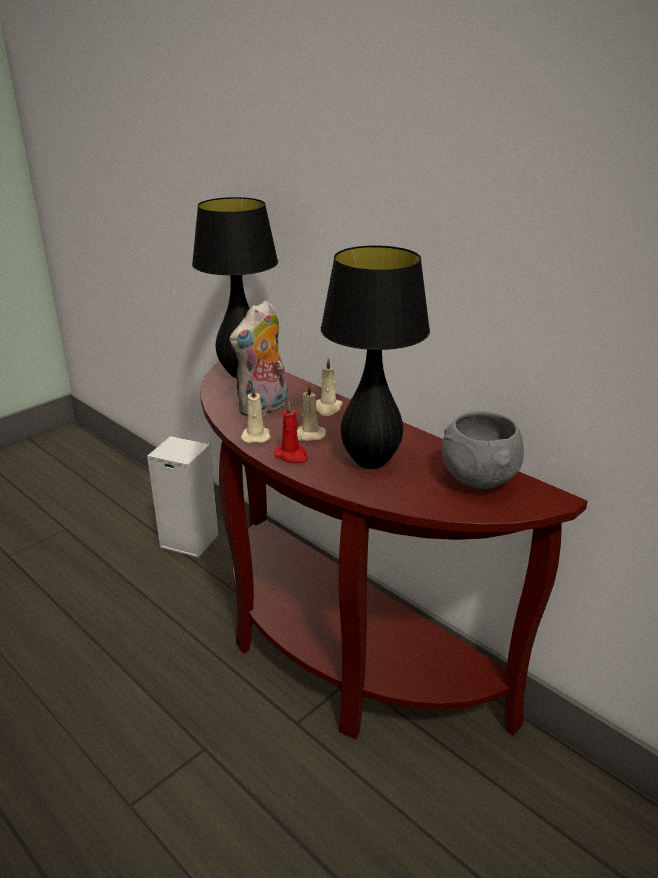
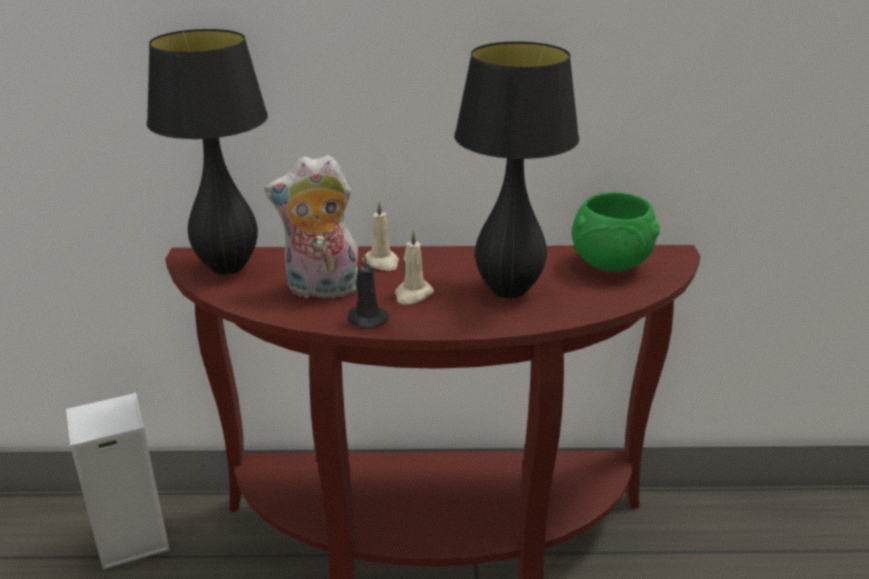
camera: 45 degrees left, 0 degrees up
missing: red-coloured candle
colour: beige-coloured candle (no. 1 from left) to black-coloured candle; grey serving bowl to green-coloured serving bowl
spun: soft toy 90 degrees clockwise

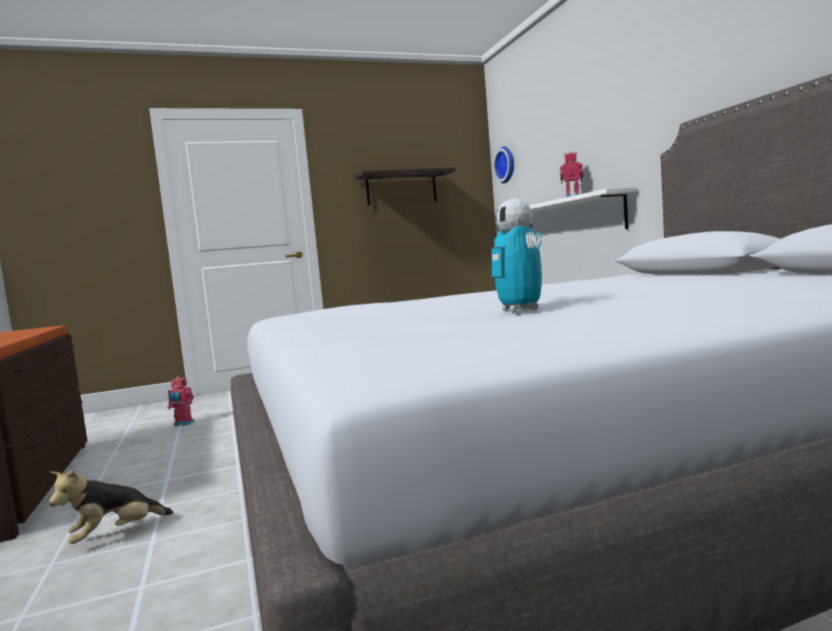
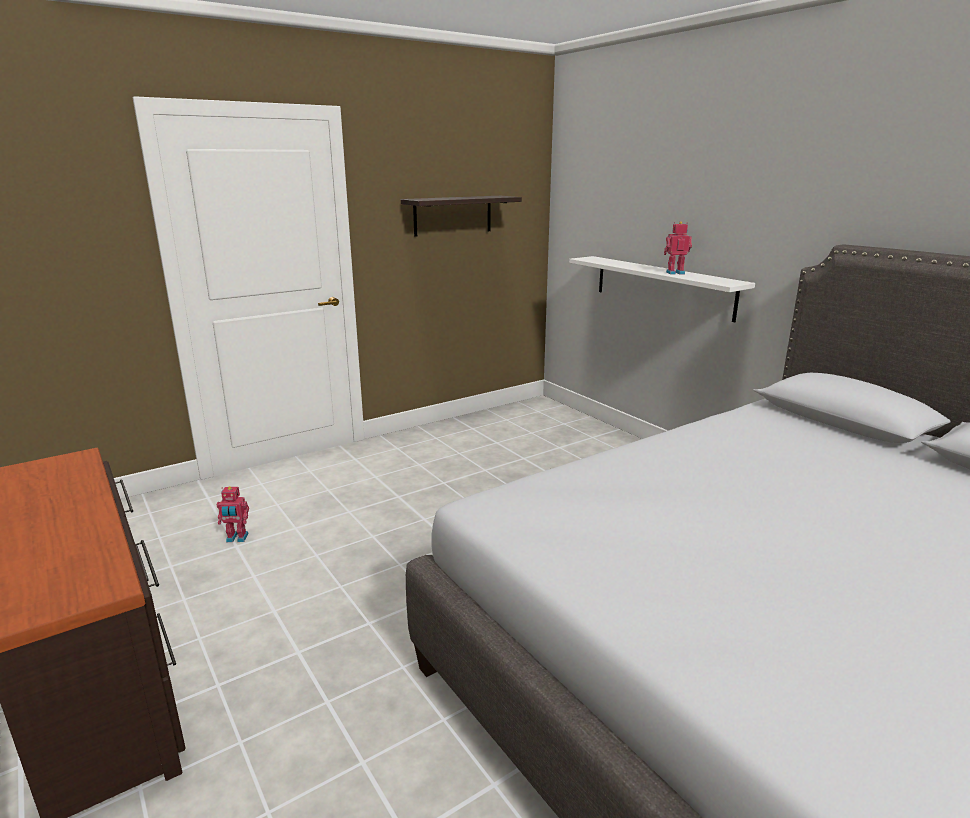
camera: 15 degrees left, 15 degrees up
missing: clock on the wall; toy robot (no. 2 from left); soft toy

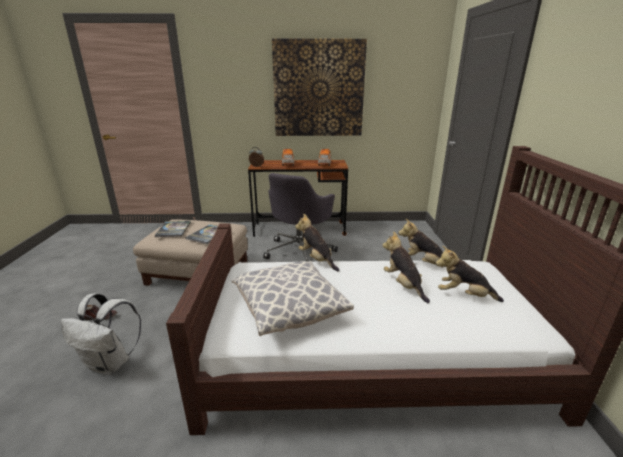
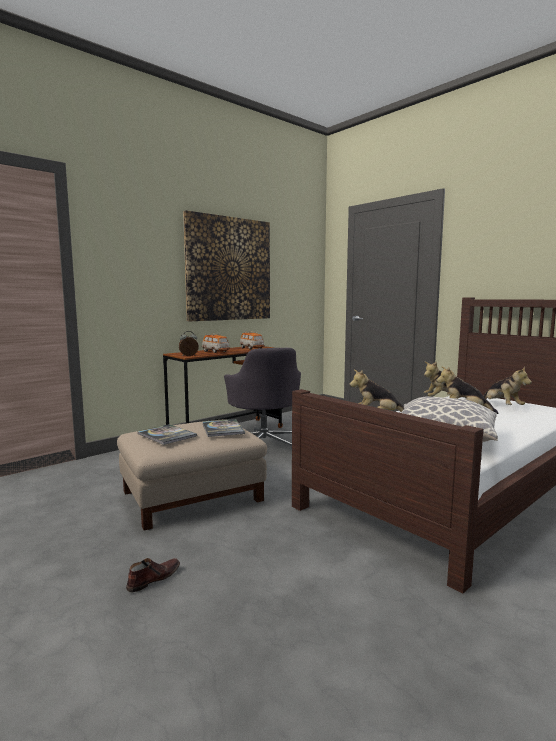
camera: 40 degrees left, 15 degrees down
missing: white rucksack
spun: soft toy (no. 4 from left) 90 degrees counterclockwise

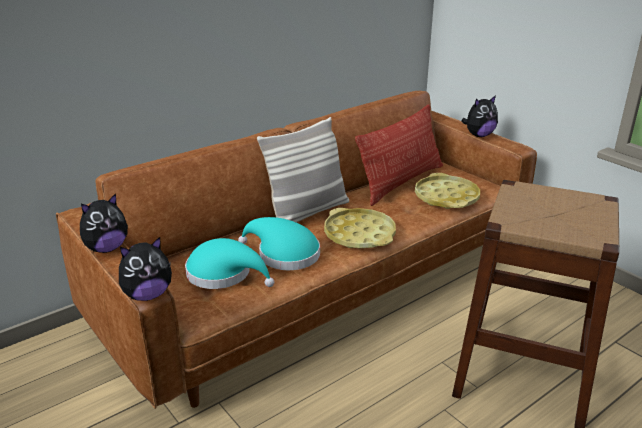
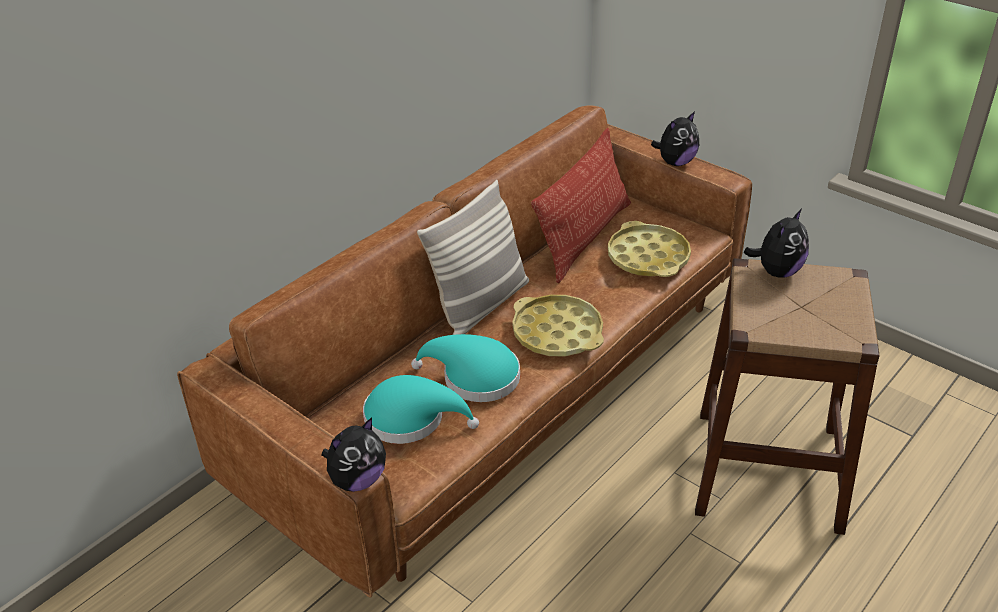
camera: 10 degrees left, 10 degrees up
relocated: soft toy (no. 1 from left in the first image) to soft toy (no. 3 from left)

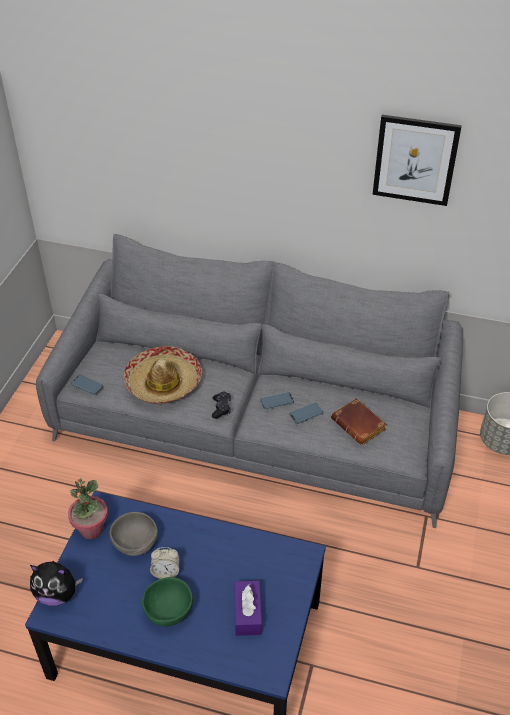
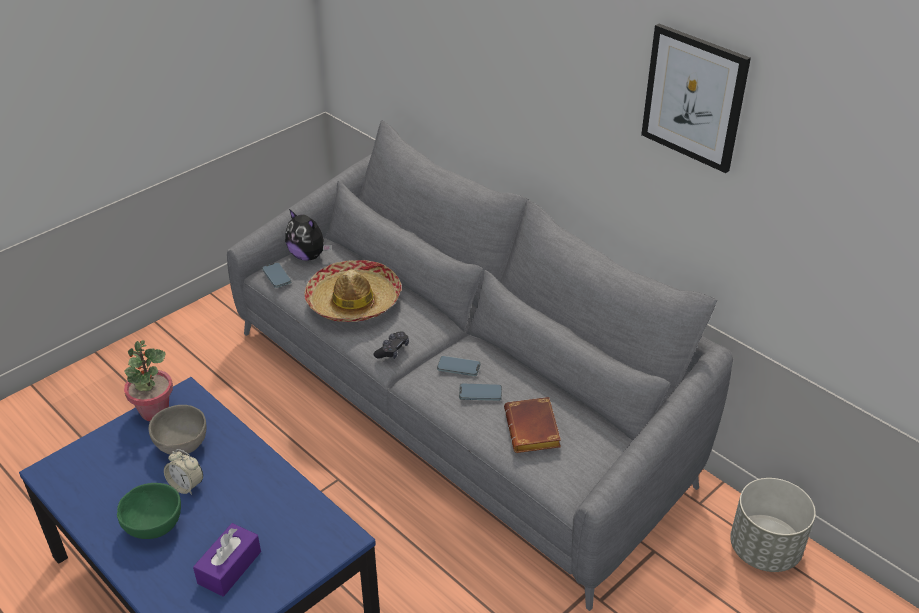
camera: 30 degrees right, 5 degrees down
relocated: soft toy

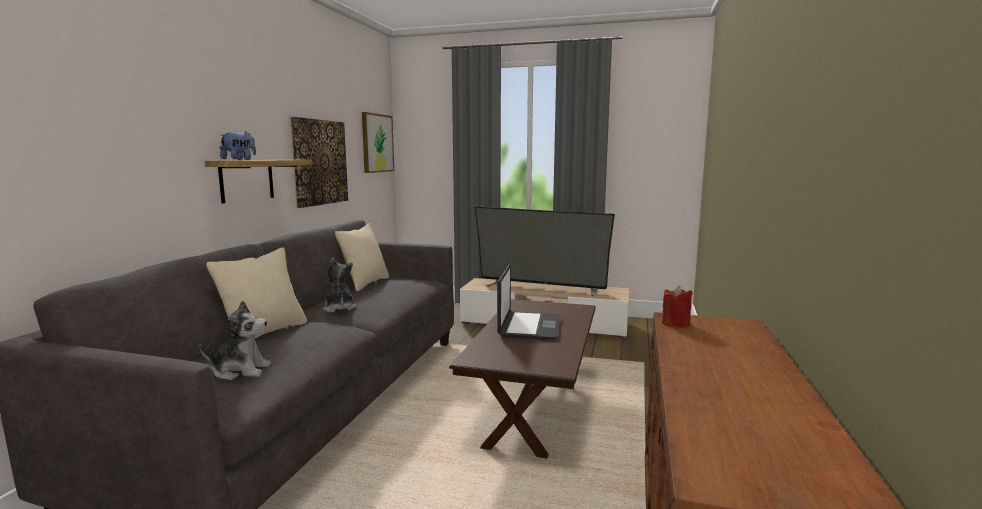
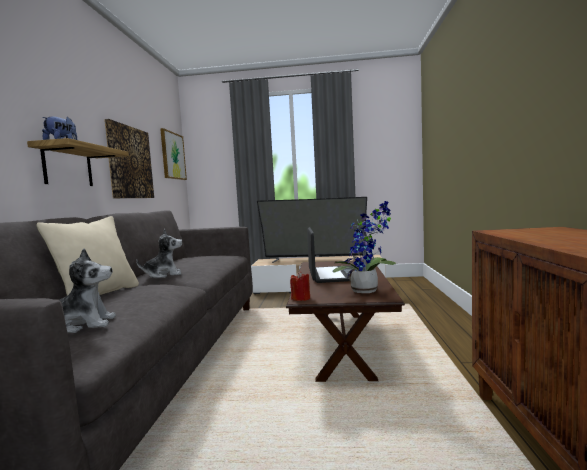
camera: 10 degrees left, 5 degrees down
missing: beige-coloured cushion (no. 2 from left)
appeared: plant in a pot
relocated: red-coloured candle
spun: soft toy (no. 3 from left) 105 degrees clockwise

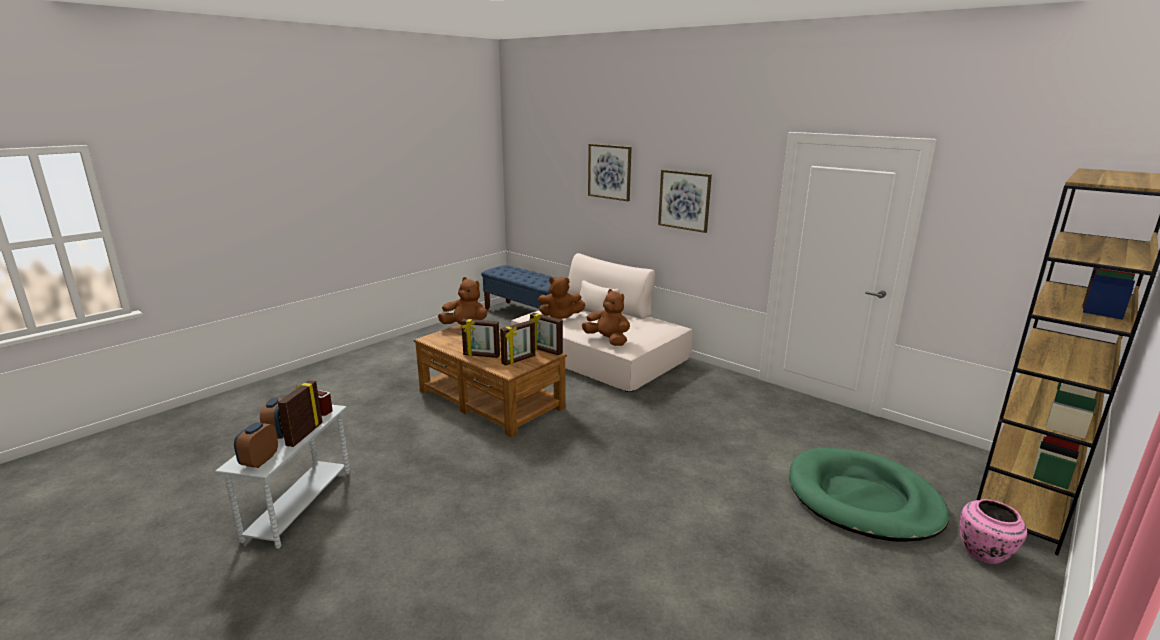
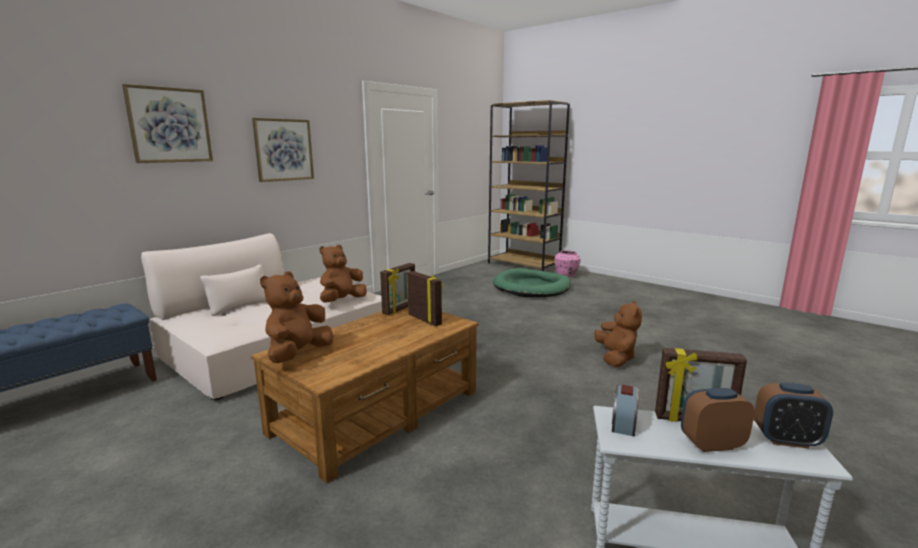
camera: 90 degrees left, 5 degrees down
missing: standing frame (no. 2 from left)
relocated: brown-coloured soft toy (no. 2 from left in the first image) to brown-coloured soft toy (no. 3 from left)

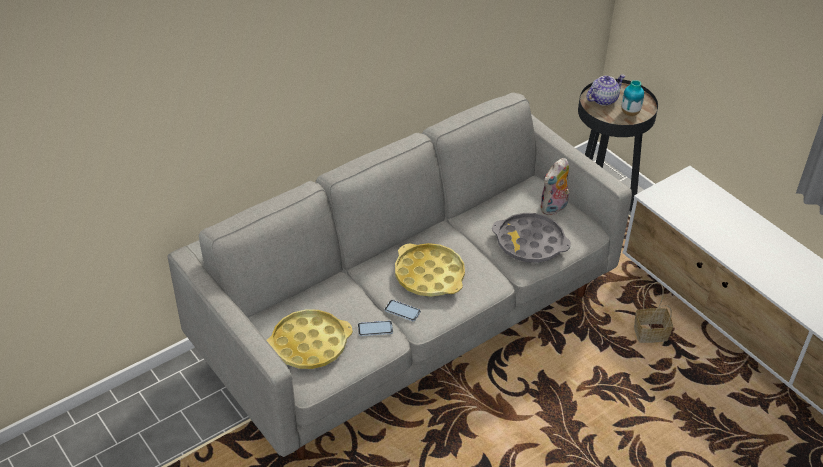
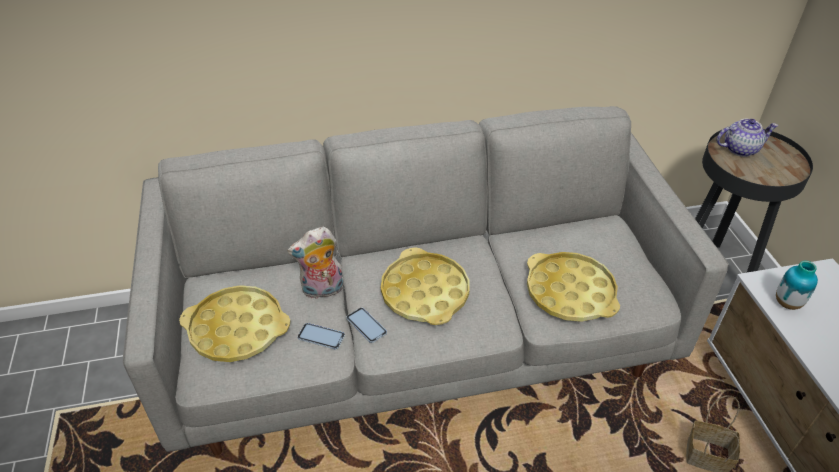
camera: 25 degrees right, 0 degrees up
relocated: flower vase; soft toy
colour: grey tray to yellow-coloured tray (no. 3 from left)

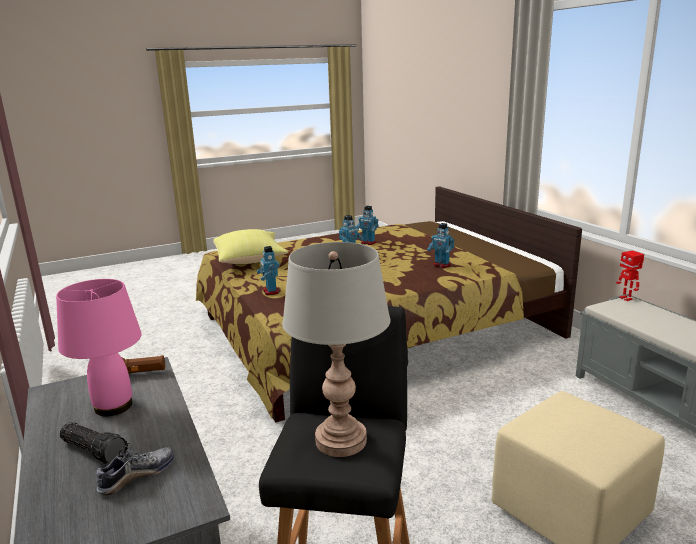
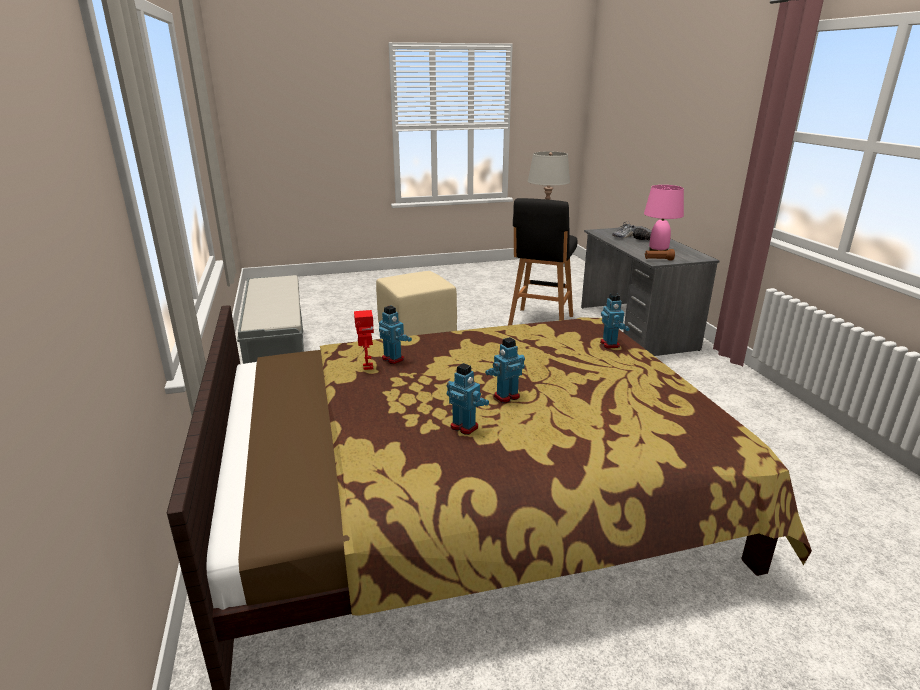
camera: 170 degrees left, 5 degrees up
missing: yellow-coloured cushion
relocated: toy robot (no. 5 from left in the first image) to toy robot (no. 1 from left)

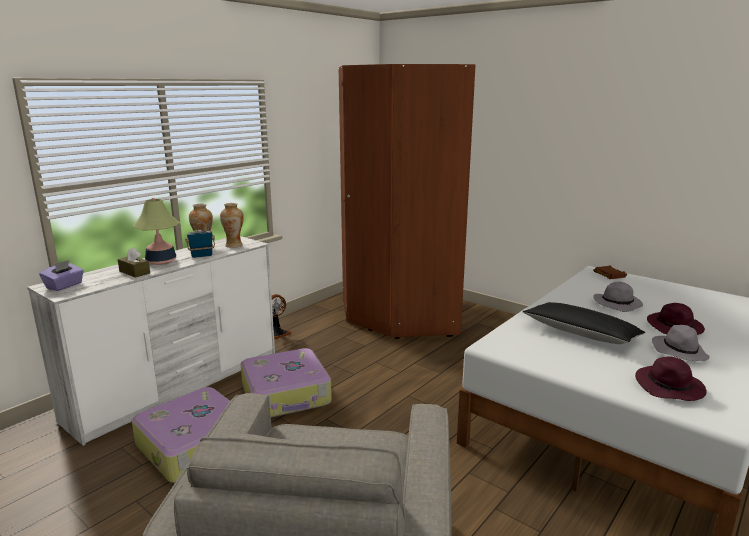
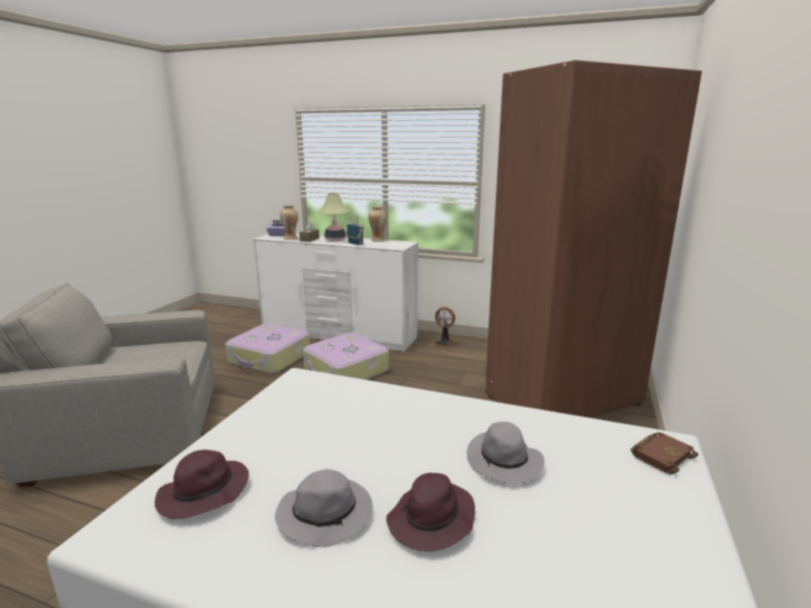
camera: 70 degrees right, 0 degrees up
missing: black-coloured cushion
relocated: flower vase (no. 2 from left in the first image) to flower vase (no. 1 from left)

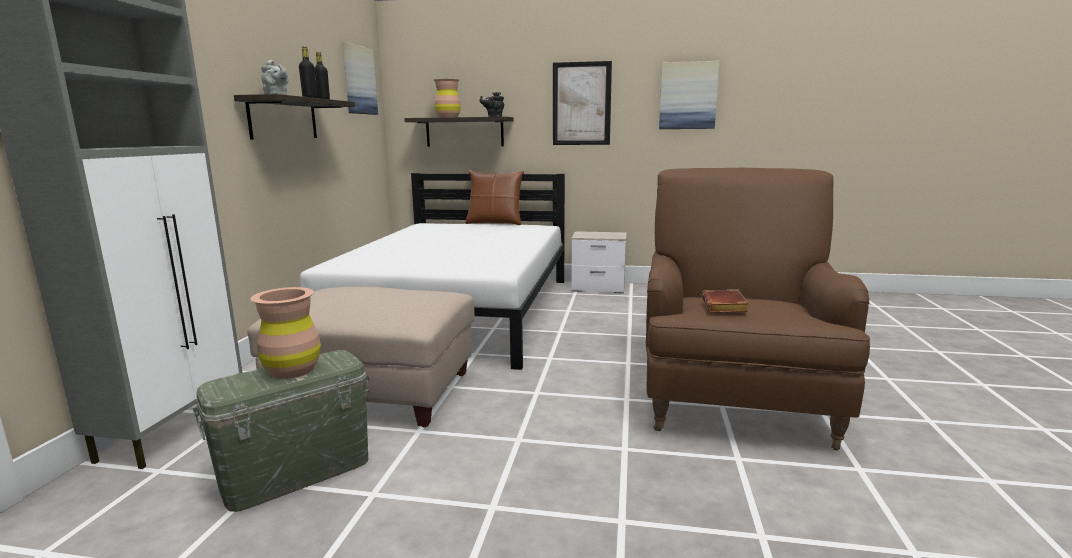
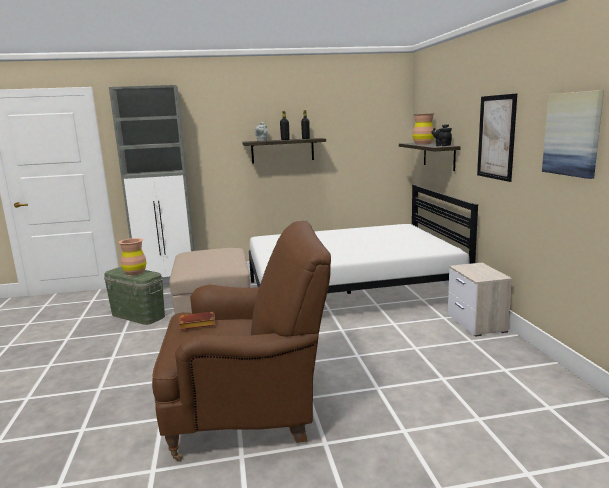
camera: 70 degrees right, 0 degrees up
missing: wall picture (no. 1 from left); brown-coloured cushion

